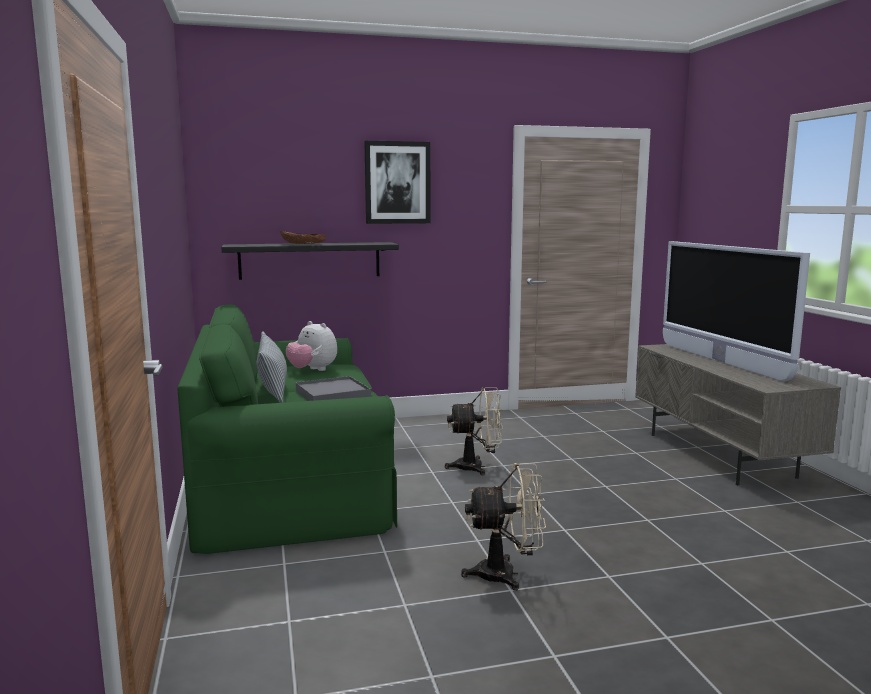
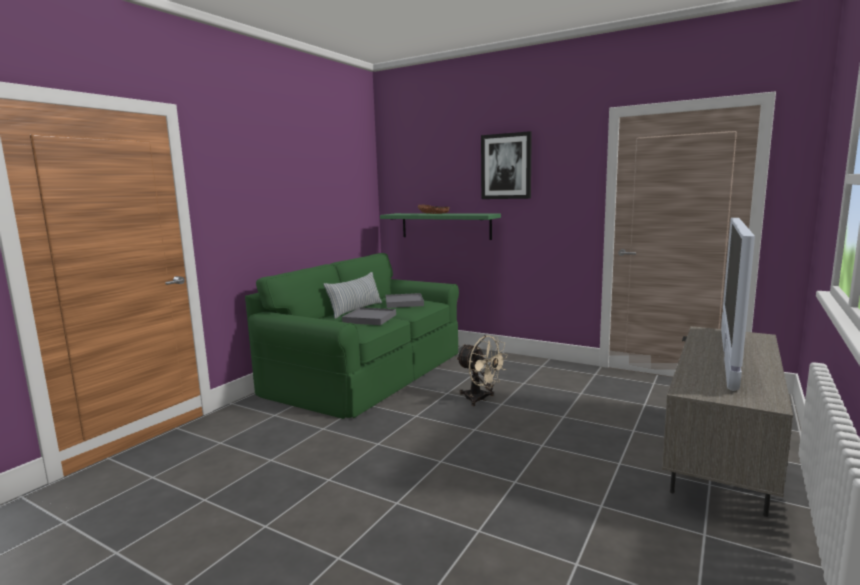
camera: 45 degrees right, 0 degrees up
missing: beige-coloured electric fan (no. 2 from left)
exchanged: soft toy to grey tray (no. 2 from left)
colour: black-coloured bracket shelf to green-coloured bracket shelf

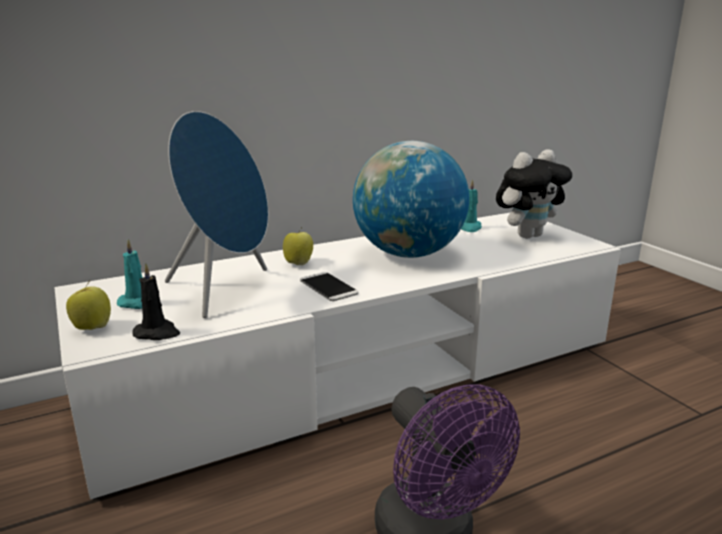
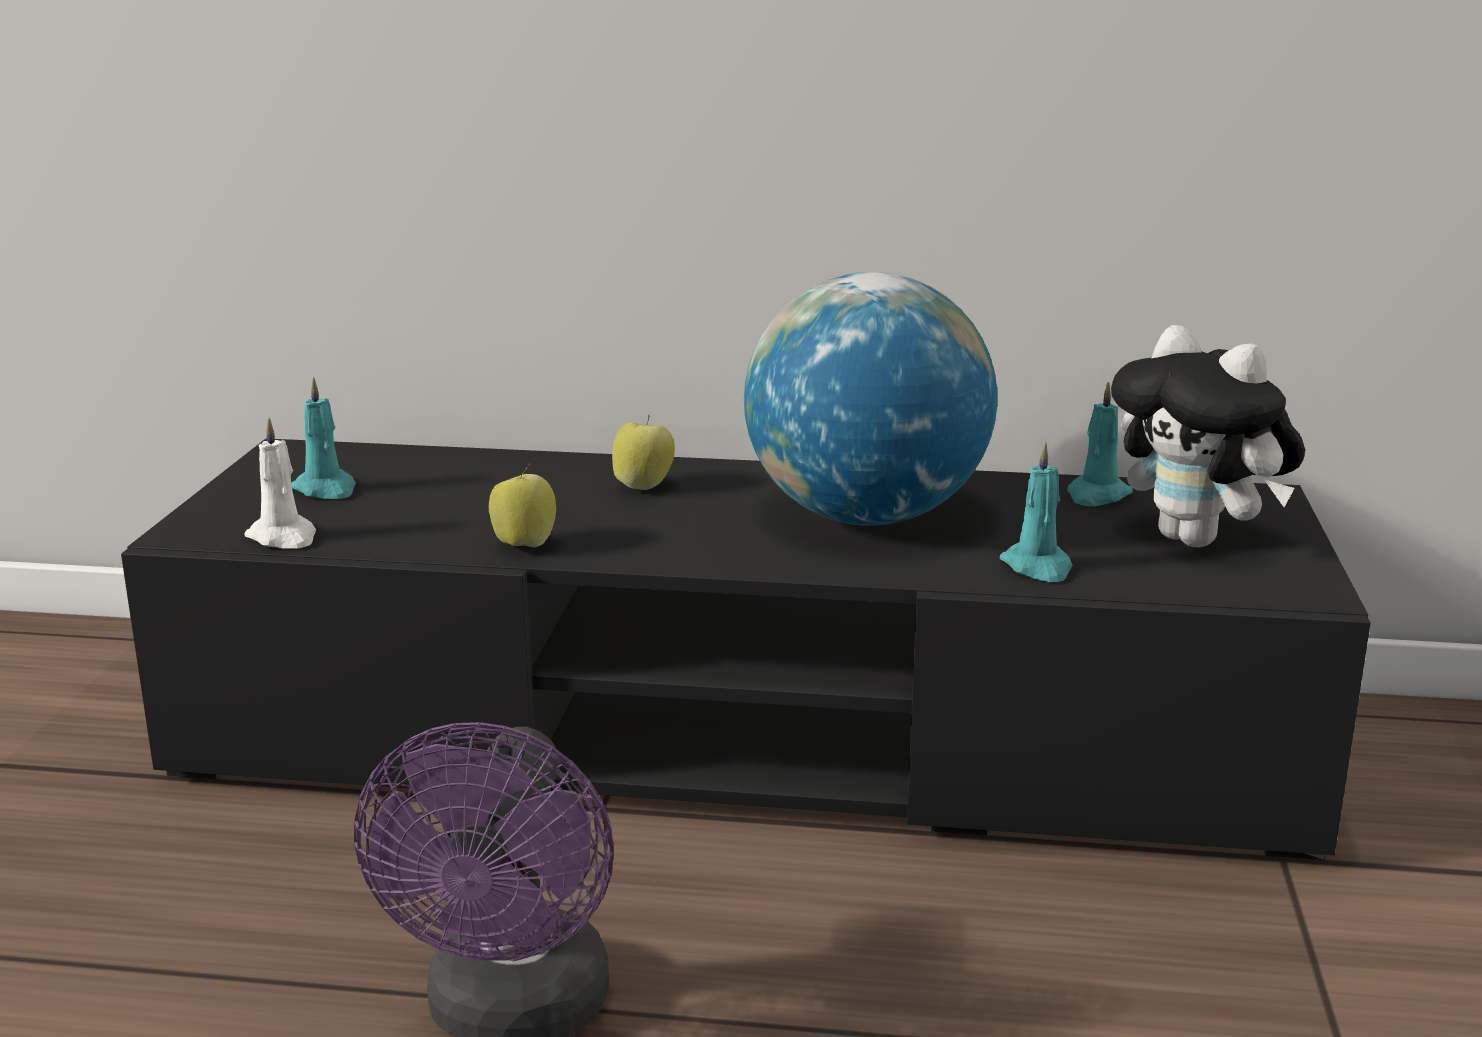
camera: 35 degrees right, 0 degrees up
missing: blue audio speaker; handset
appeared: turquoise candle (no. 2 from left)
relocated: apple (no. 1 from left)
colour: white media console to black-coloured media console; black-coloured candle to white candle
spun: soft toy 45 degrees clockwise

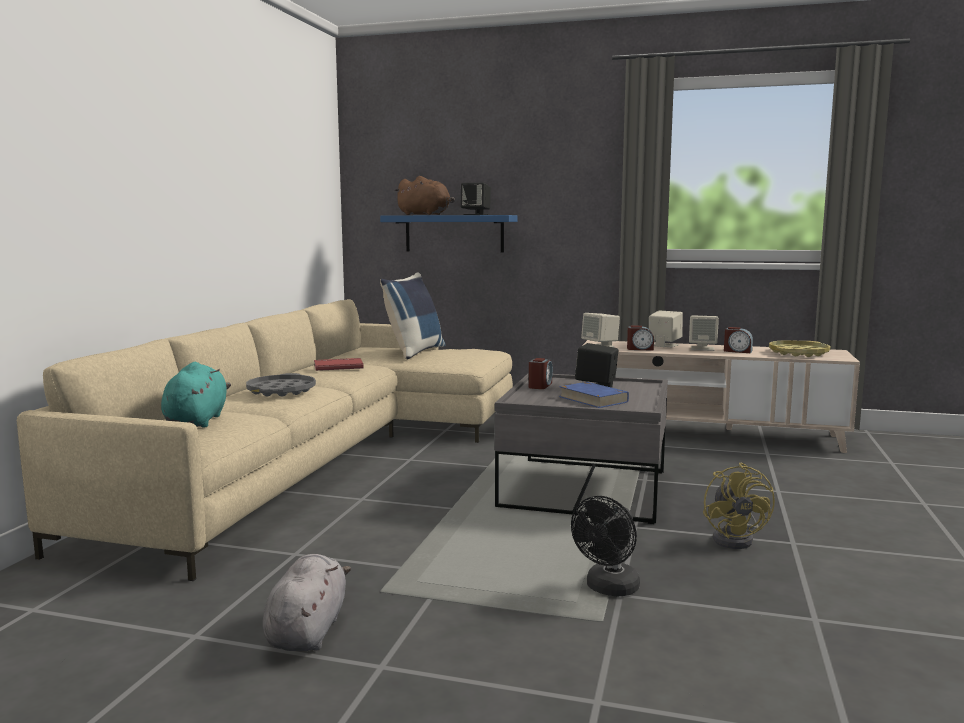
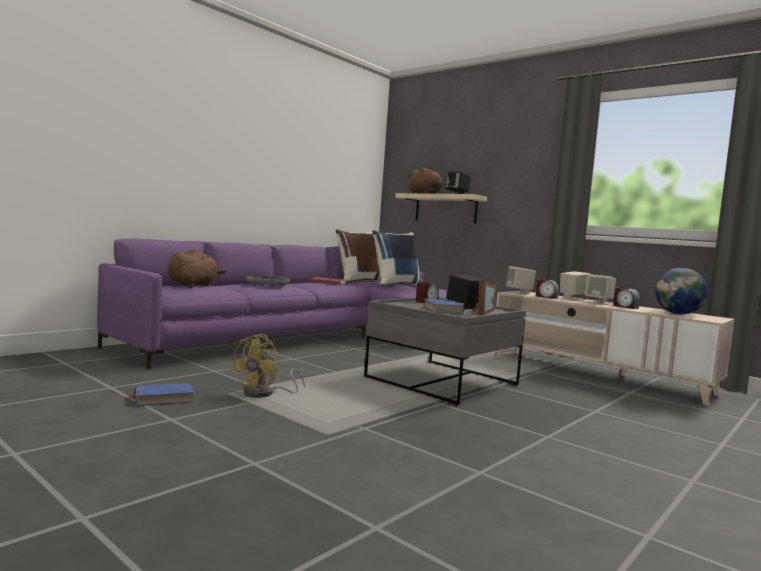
camera: 25 degrees right, 5 degrees down
missing: black-coloured electric fan
appeared: brown-coloured cushion; standing frame
relocated: yellow-coloured electric fan
exchanged: yellow-coloured tray to globe; grey soft toy to blue bound book (no. 1 from left)
colour: blue bracket shelf to beige-coloured bracket shelf; beige-coloured couch to purplish couch; turquoise soft toy to brown-coloured soft toy (no. 1 from left)

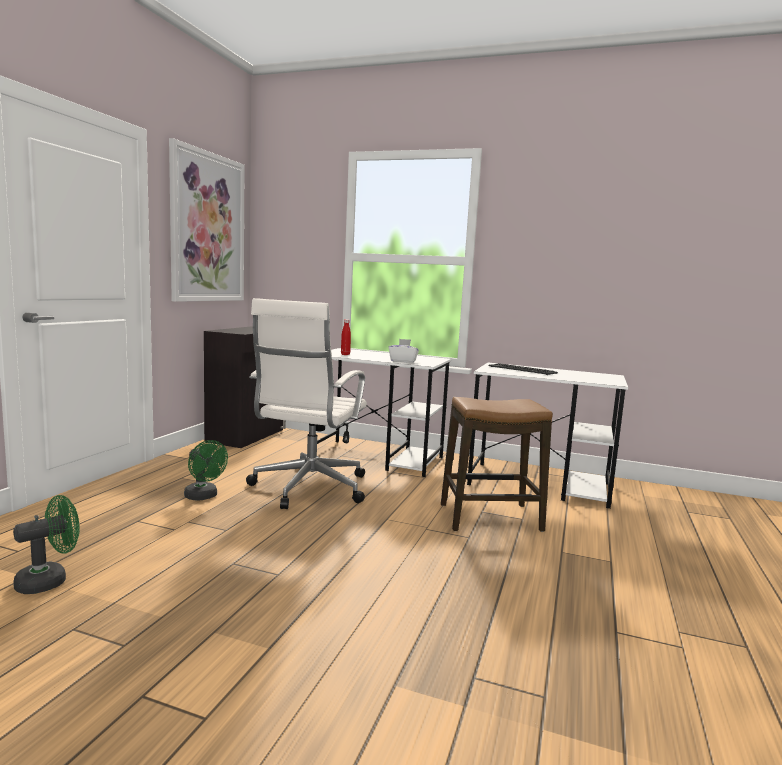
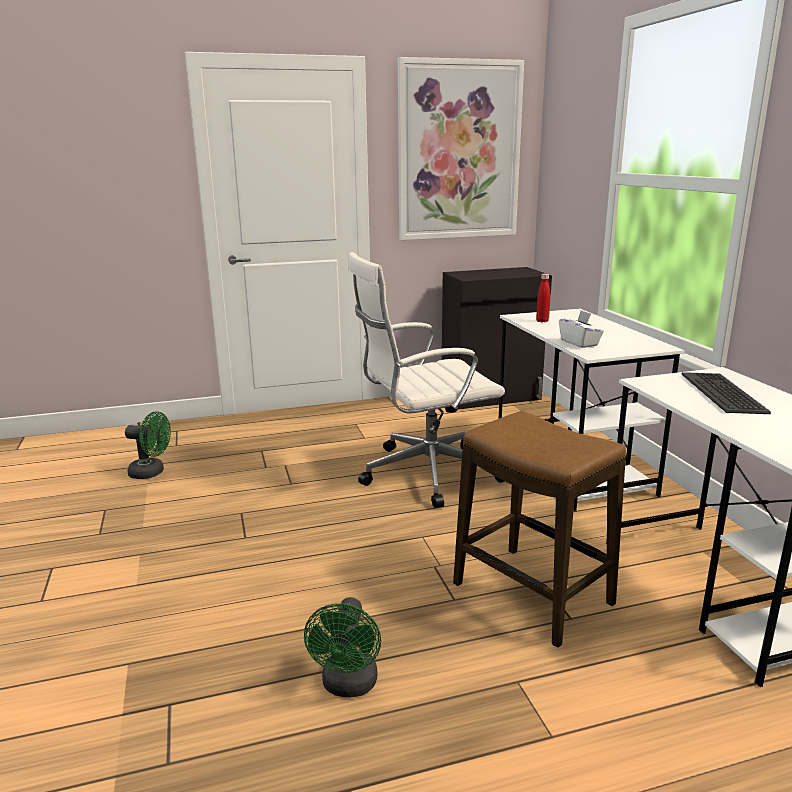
camera: 55 degrees right, 10 degrees up
relocated: green-coloured electric fan (no. 2 from left)

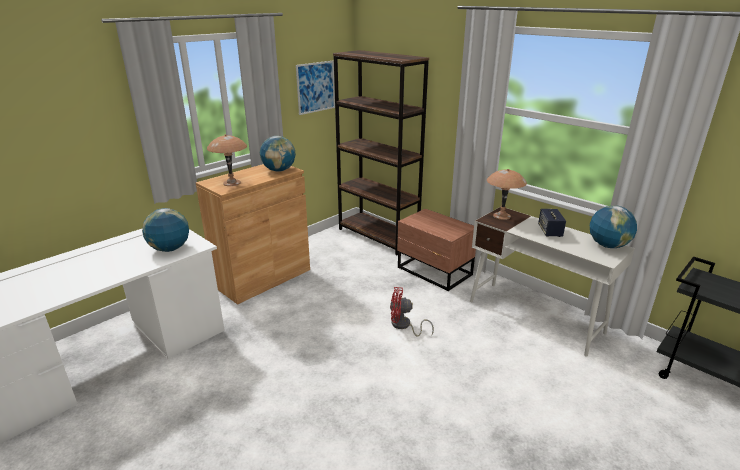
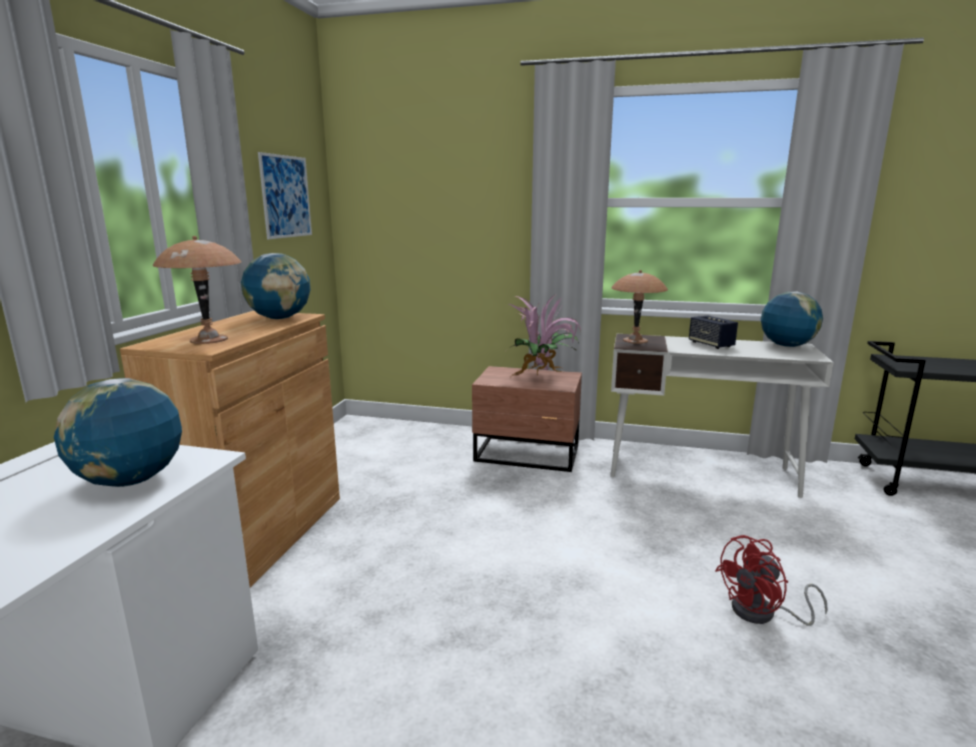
camera: 30 degrees left, 10 degrees down
missing: brown-coloured bookshelf
appeared: plant in a pot
relocated: red-coloured electric fan

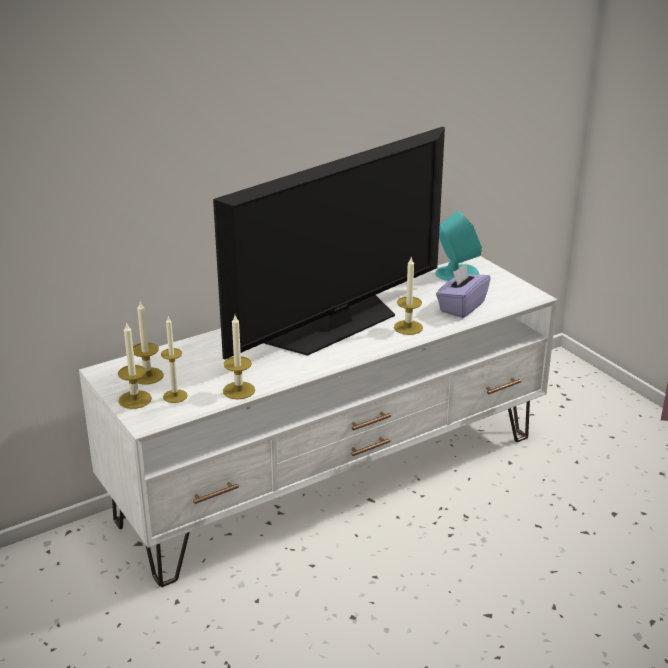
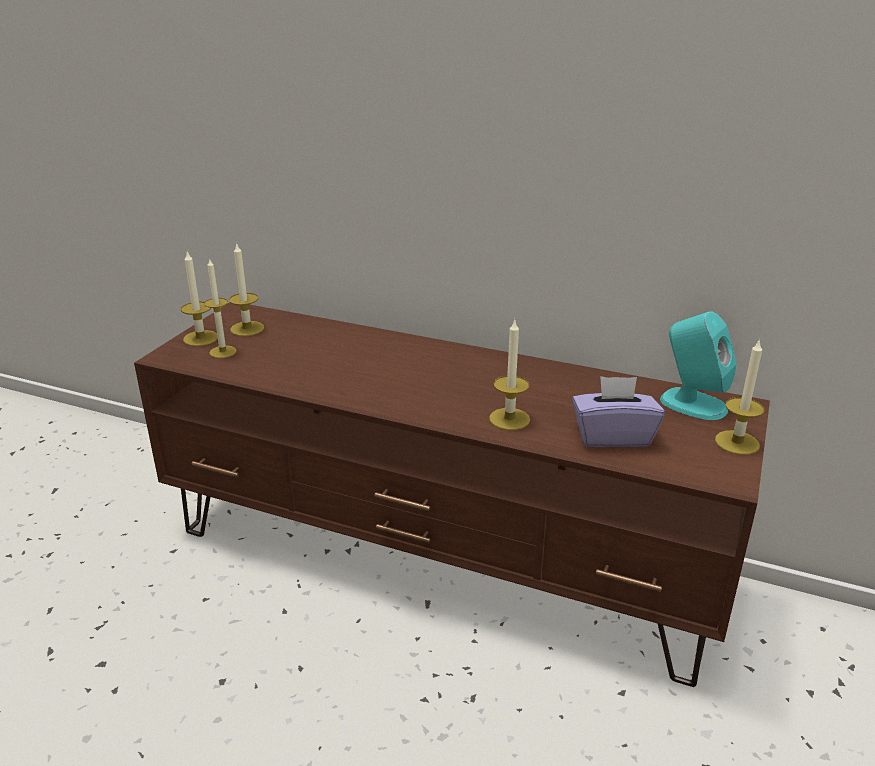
camera: 55 degrees right, 0 degrees up
missing: television
relocated: candle (no. 4 from left in the first image) to candle (no. 5 from left)
colour: white media console to brown-coloured media console

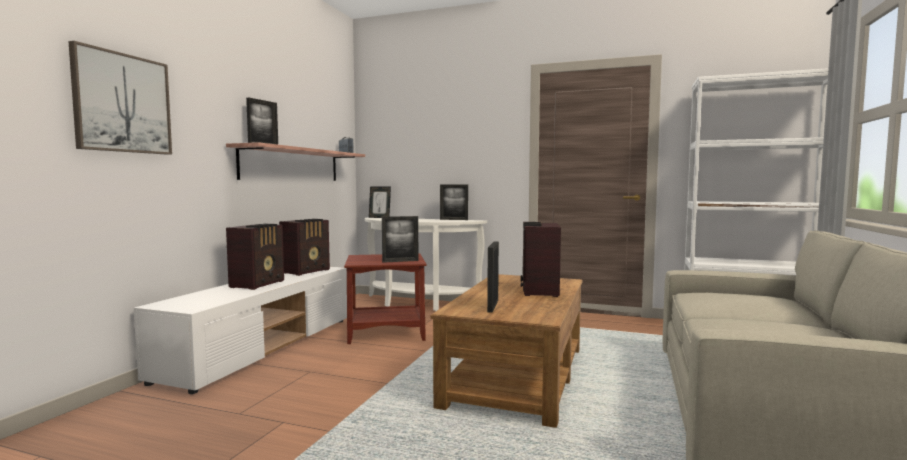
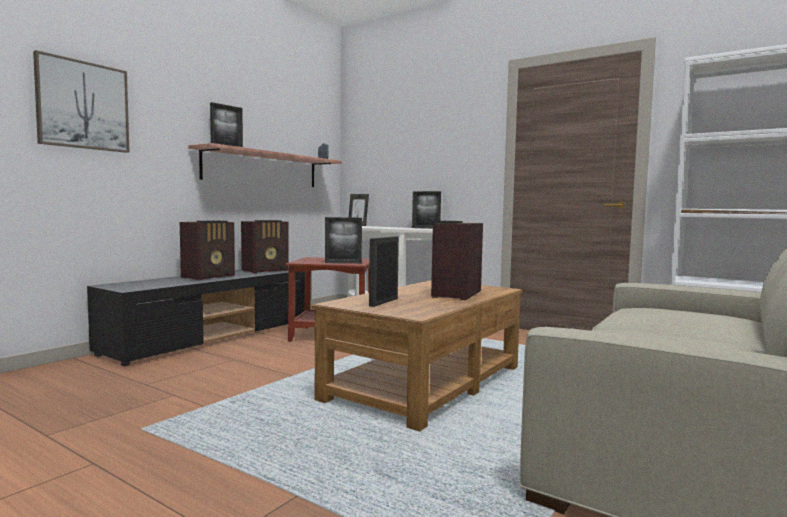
camera: 15 degrees right, 0 degrees up
colour: white media console to black-coloured media console

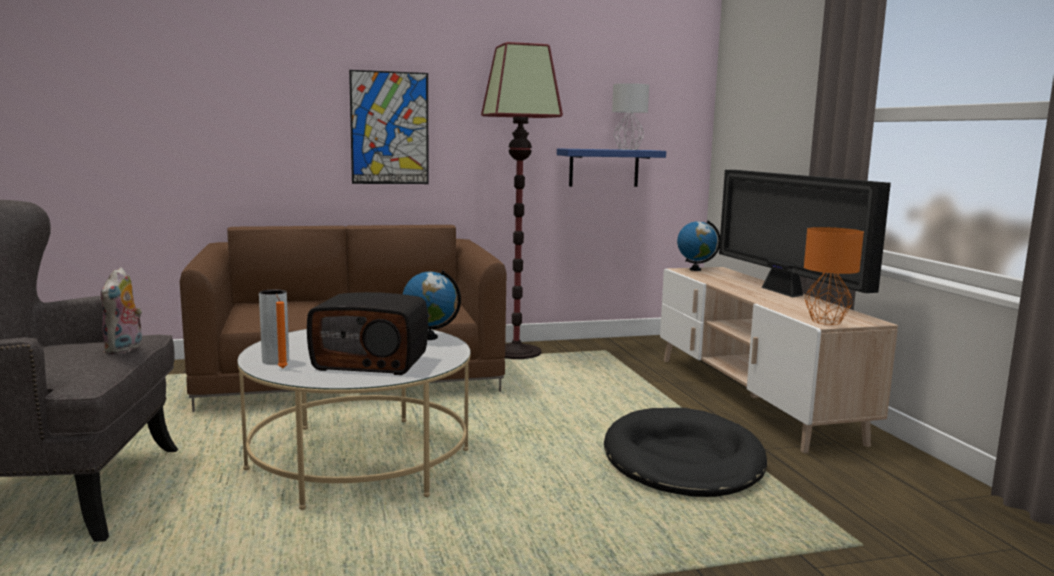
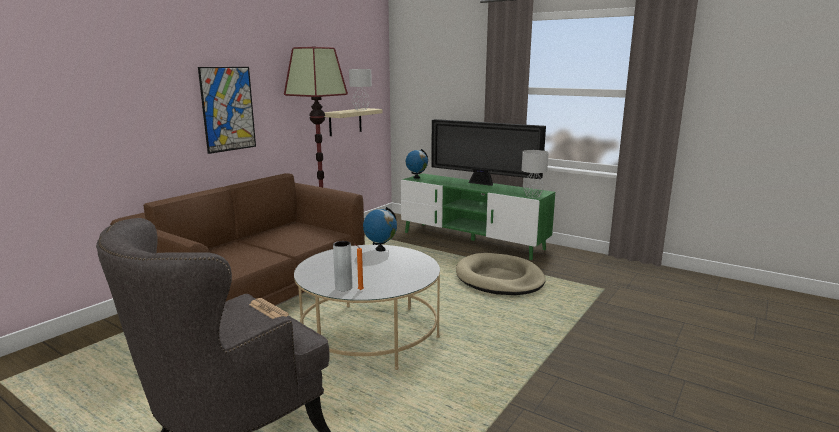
camera: 40 degrees left, 5 degrees up
missing: radio
exchanged: soft toy to printed paper
colour: blue bracket shelf to beige-coloured bracket shelf; orange-coloured lamp for a table to grey lamp for a table (no. 2 from left); beige-coloured media console to green-coloured media console; black-coloured pet bed to beige-coloured pet bed

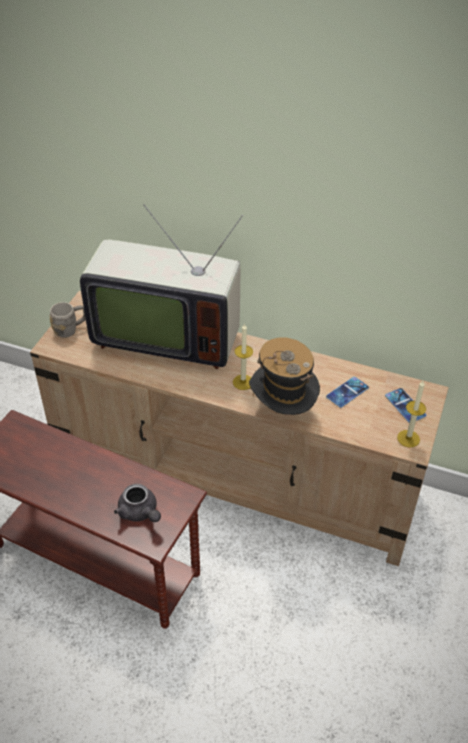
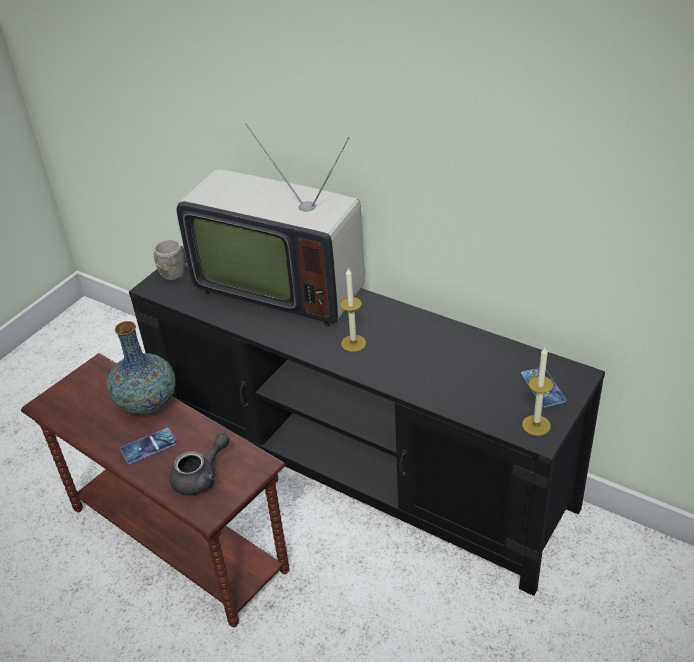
camera: 15 degrees right, 5 degrees down
missing: hat
appeared: flower vase
relocated: handset (no. 1 from left)
colour: beige-coloured media console to black-coloured media console
spun: grey teapot 105 degrees counterclockwise

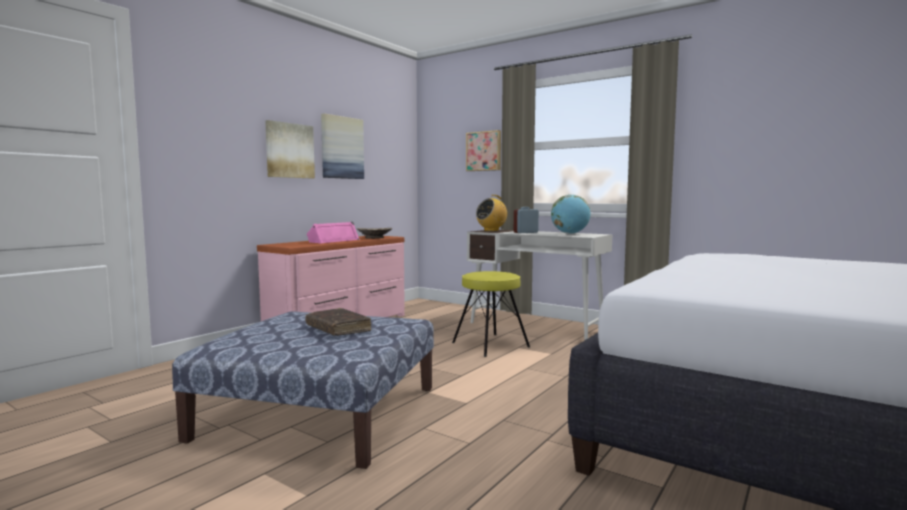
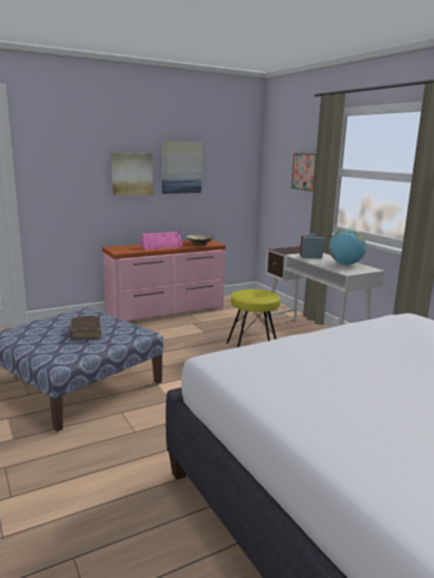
camera: 25 degrees right, 10 degrees up
missing: radio

